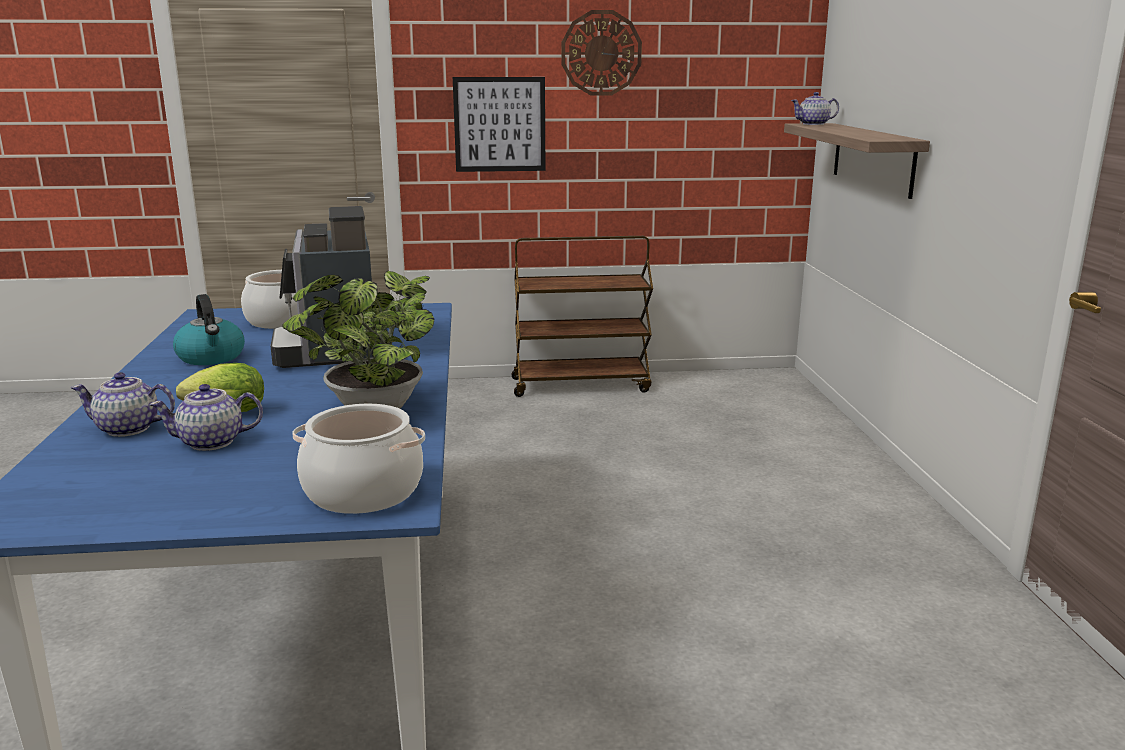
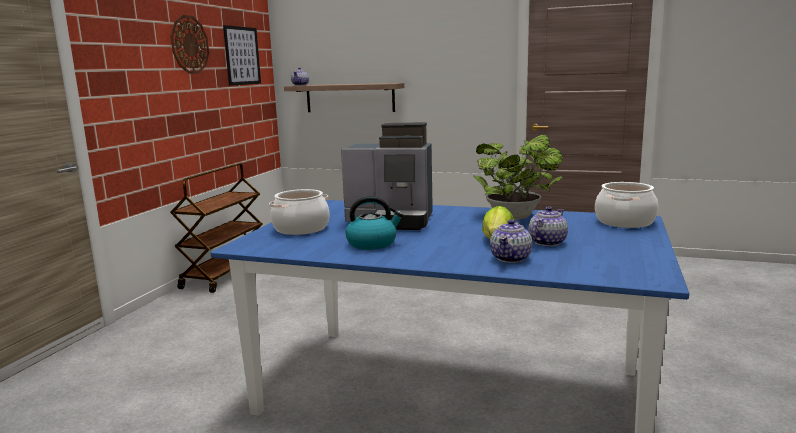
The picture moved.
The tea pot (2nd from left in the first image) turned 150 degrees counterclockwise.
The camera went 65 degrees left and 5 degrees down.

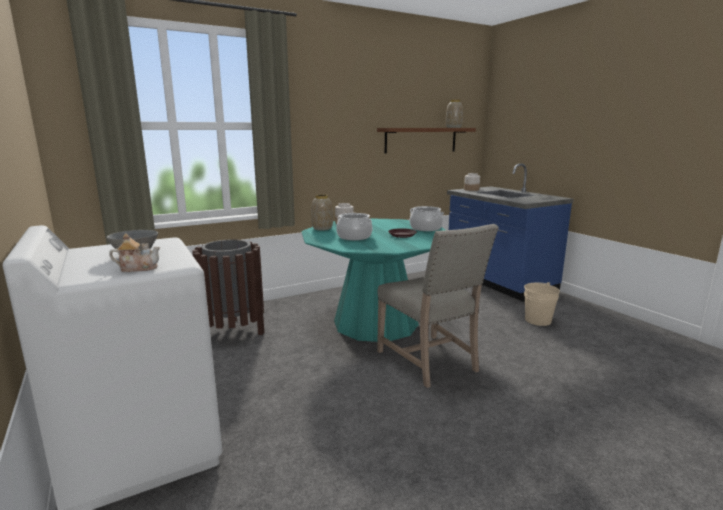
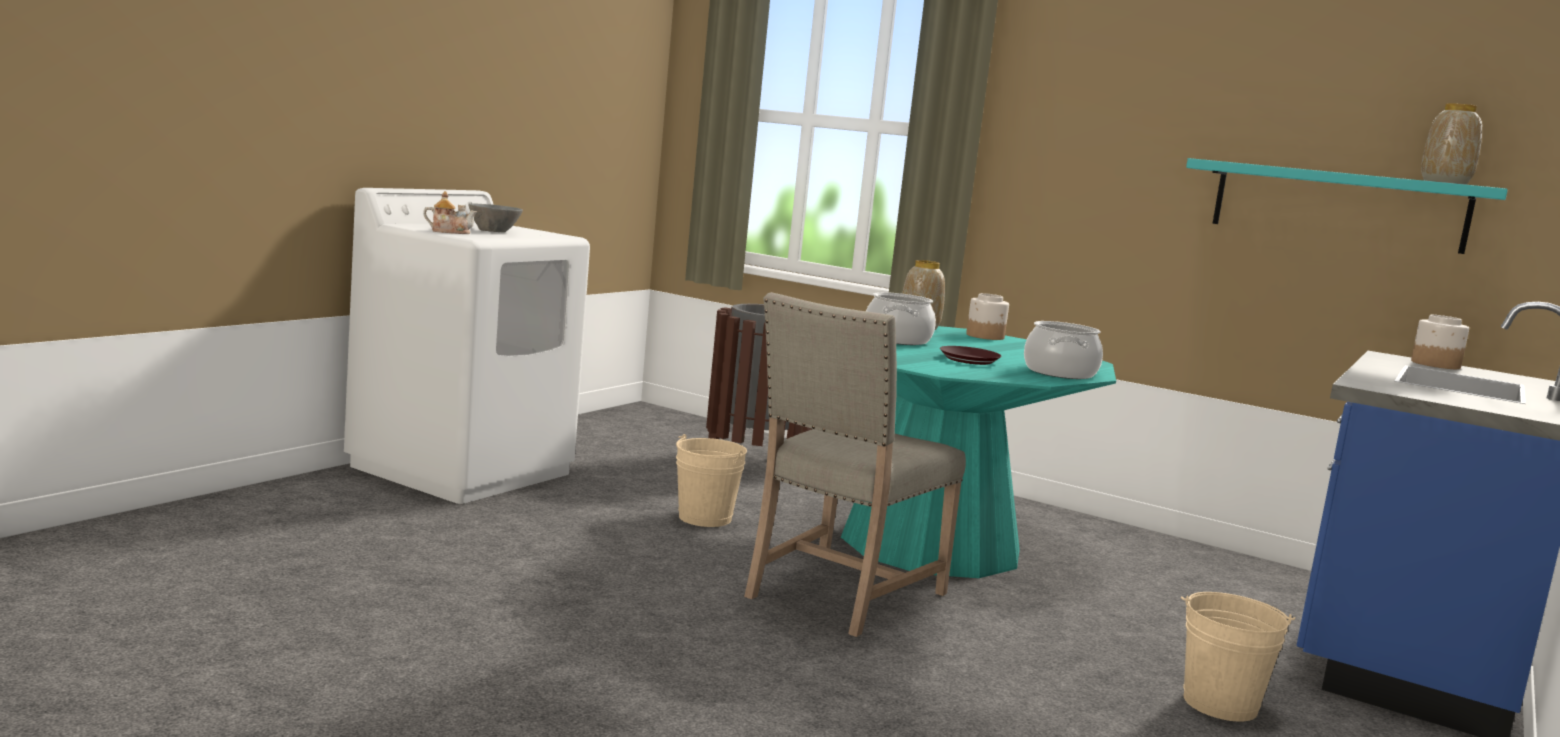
The beige pail (1st from left) appeared.
The brown-coloured bracket shelf became the turquoise bracket shelf.
The tea pot turned 60 degrees counterclockwise.
The camera went 60 degrees right and 5 degrees down.

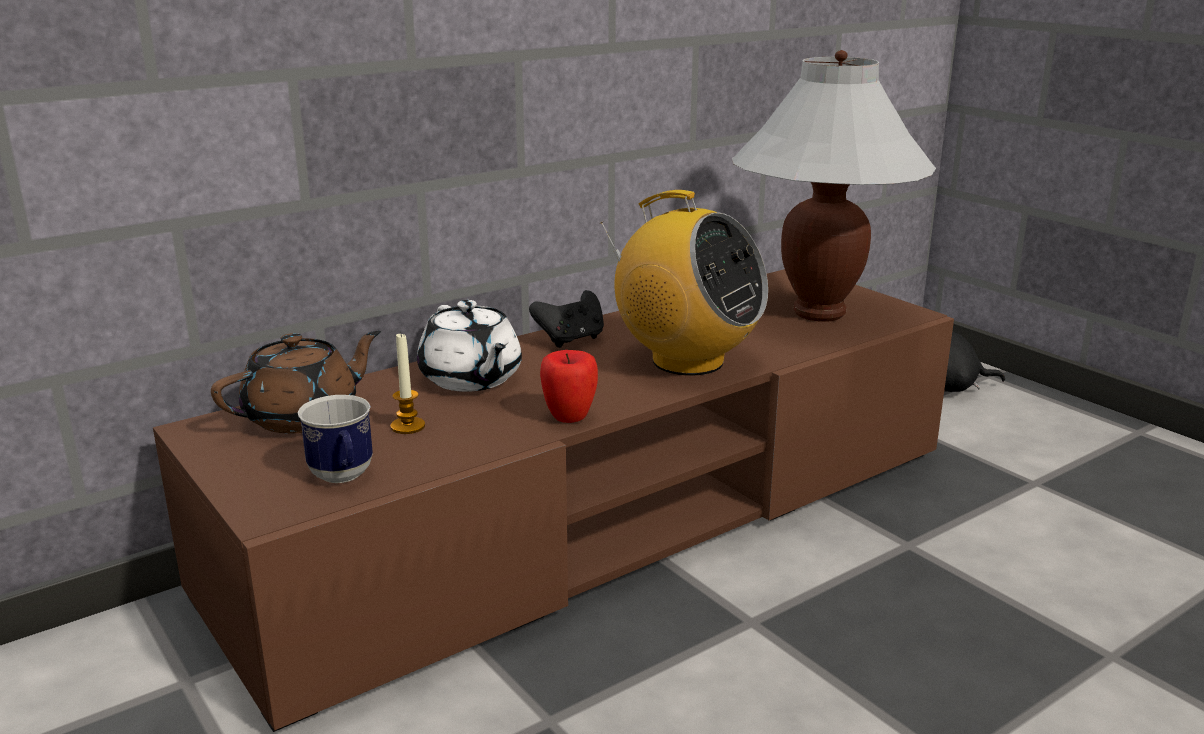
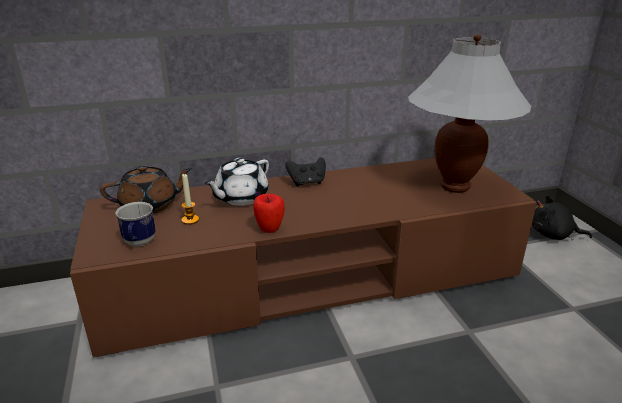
The radio receiver disappeared.
The white-coloured tea pot turned 45 degrees clockwise.
The camera went 20 degrees right and 5 degrees up.

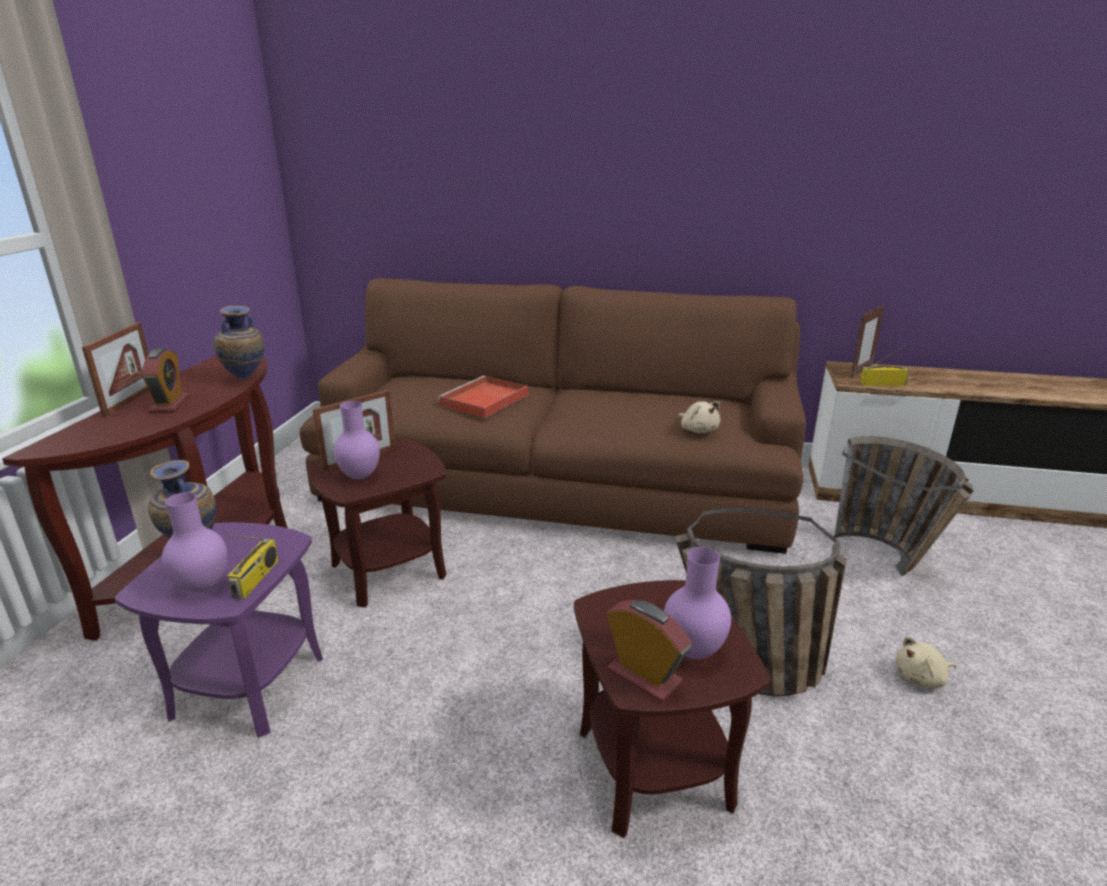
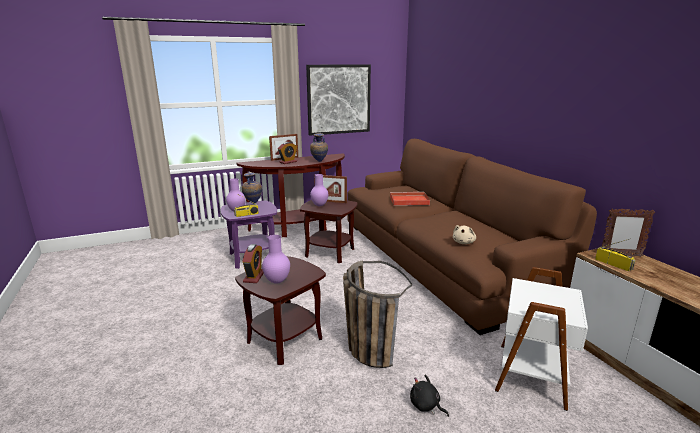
The picture appeared.
The storage basket (2nd from left) was replaced by the white-coloured accent table.
The beige plush toy (2nd from left) became the black plush toy.
The camera went 55 degrees right and 5 degrees down.

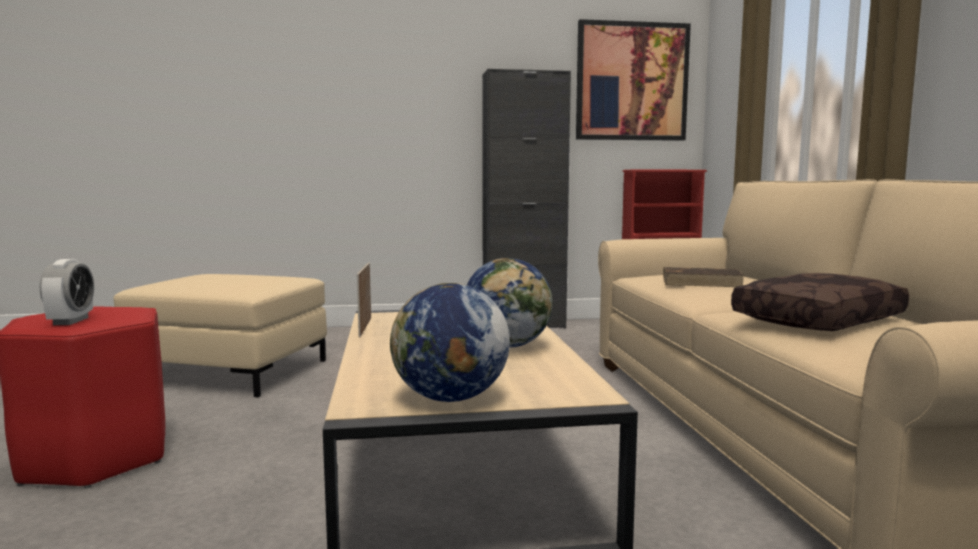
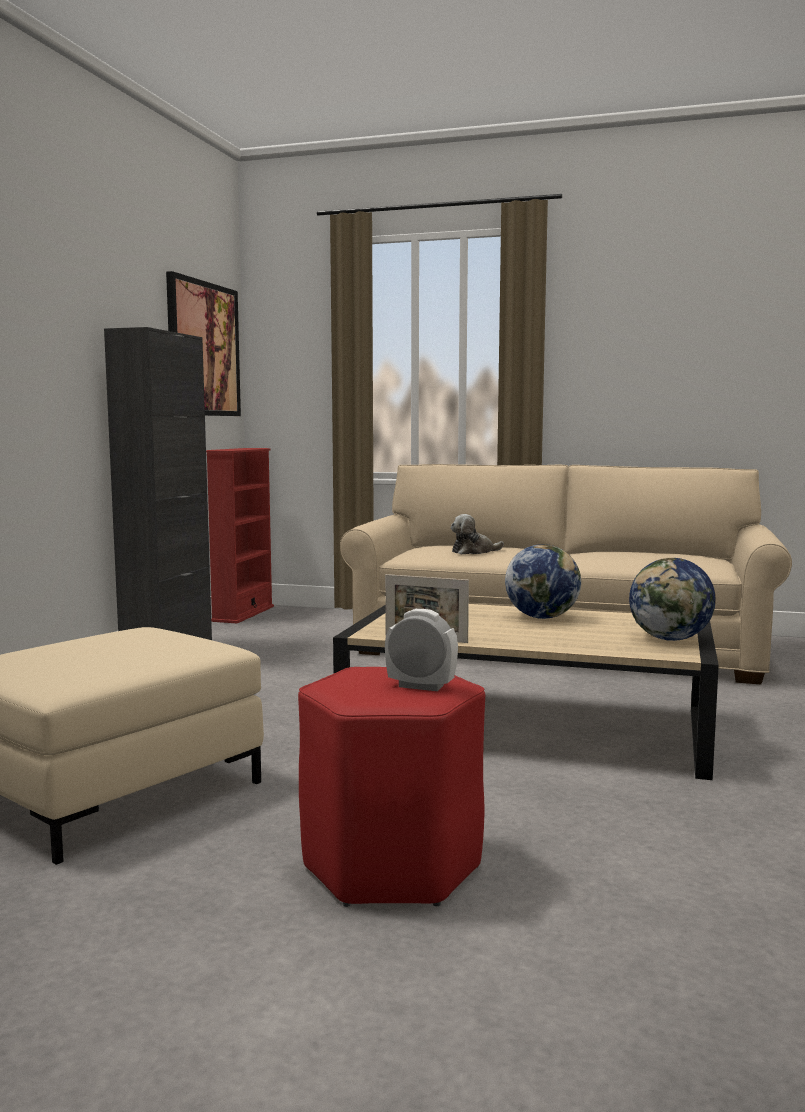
The brown-coloured throw pillow disappeared.
The brown-coloured volume was replaced by the plush toy.
The camera went 65 degrees left and 0 degrees up.

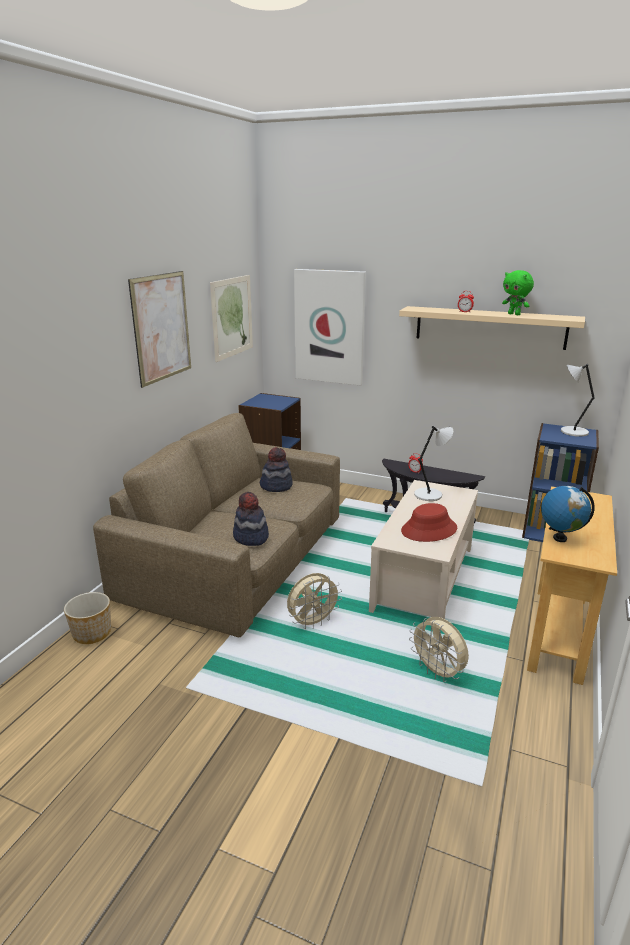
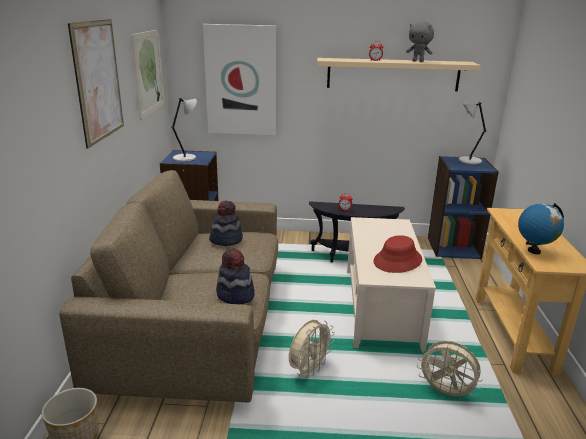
The gray lamp for a table (1st from left) moved.
The green-coloured plush toy became the gray plush toy.
The camera went 20 degrees left and 0 degrees up.

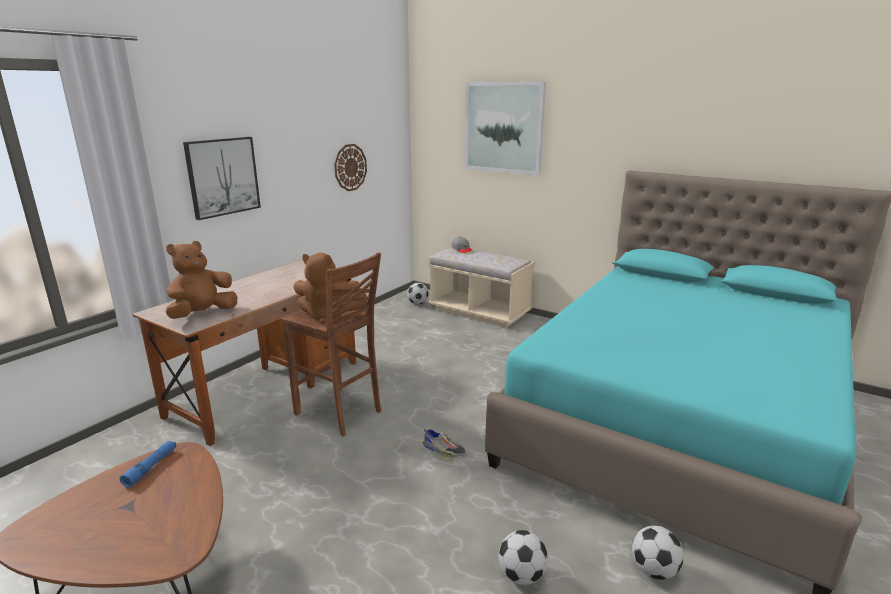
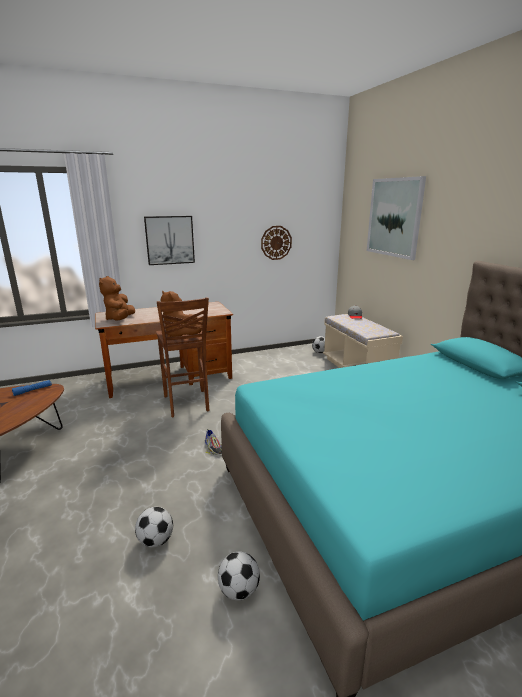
The brown-coloured plush toy (1st from left) turned 75 degrees counterclockwise.
The camera went 35 degrees right and 0 degrees up.

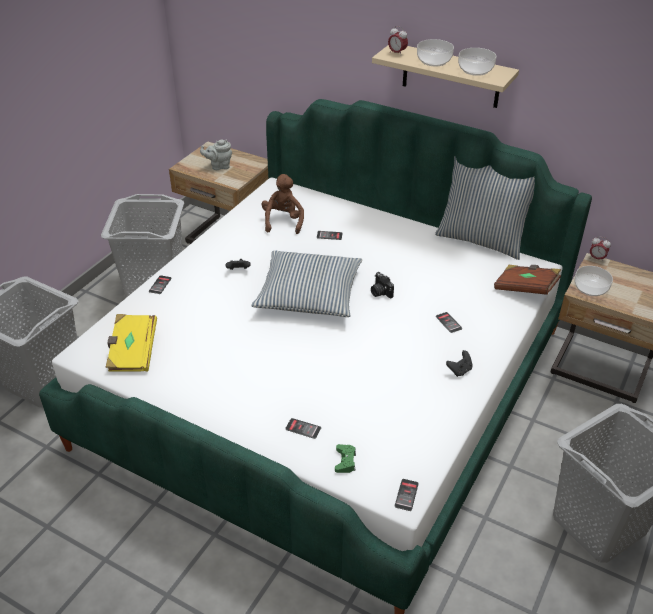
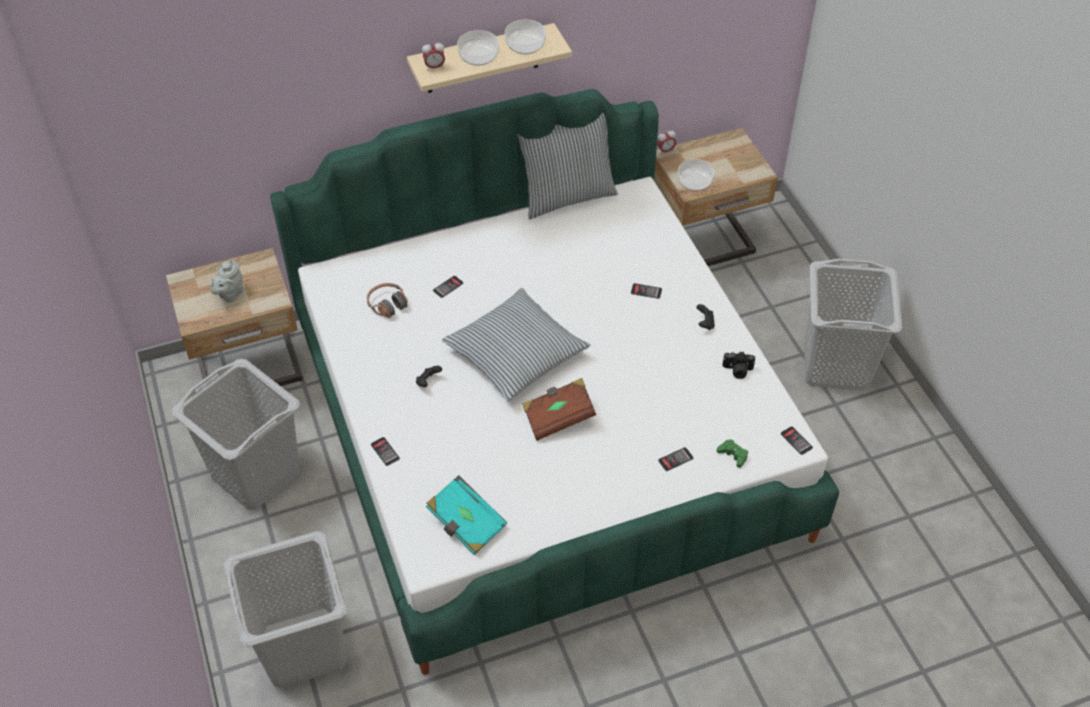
The still camera moved.
The brown-coloured volume moved.
The brown-coloured plush toy was replaced by the pair of headphones.
The yellow volume became the turquoise volume.
The camera went 50 degrees left and 10 degrees up.

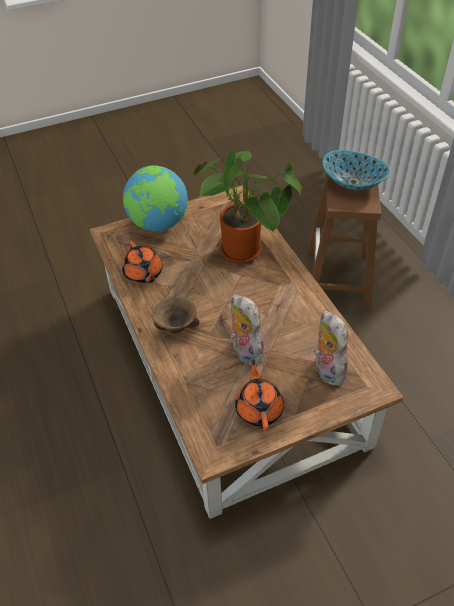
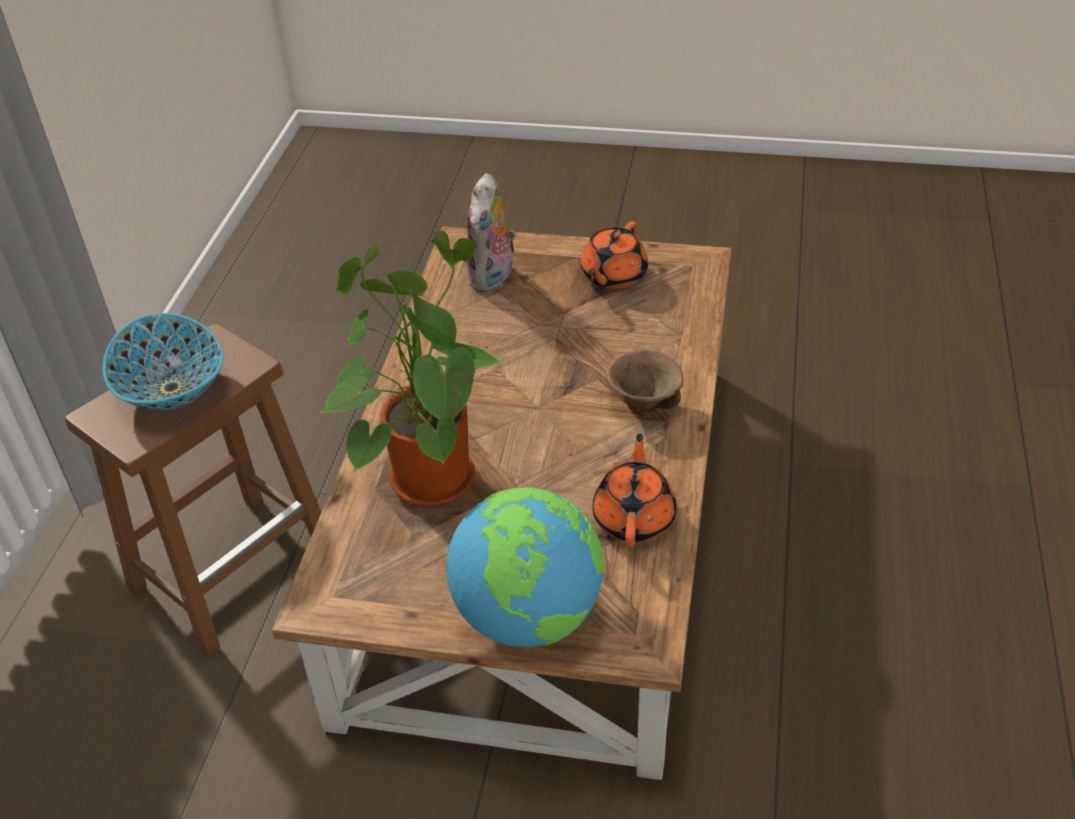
The plush toy (1st from left) disappeared.
The camera went 145 degrees left and 5 degrees down.

